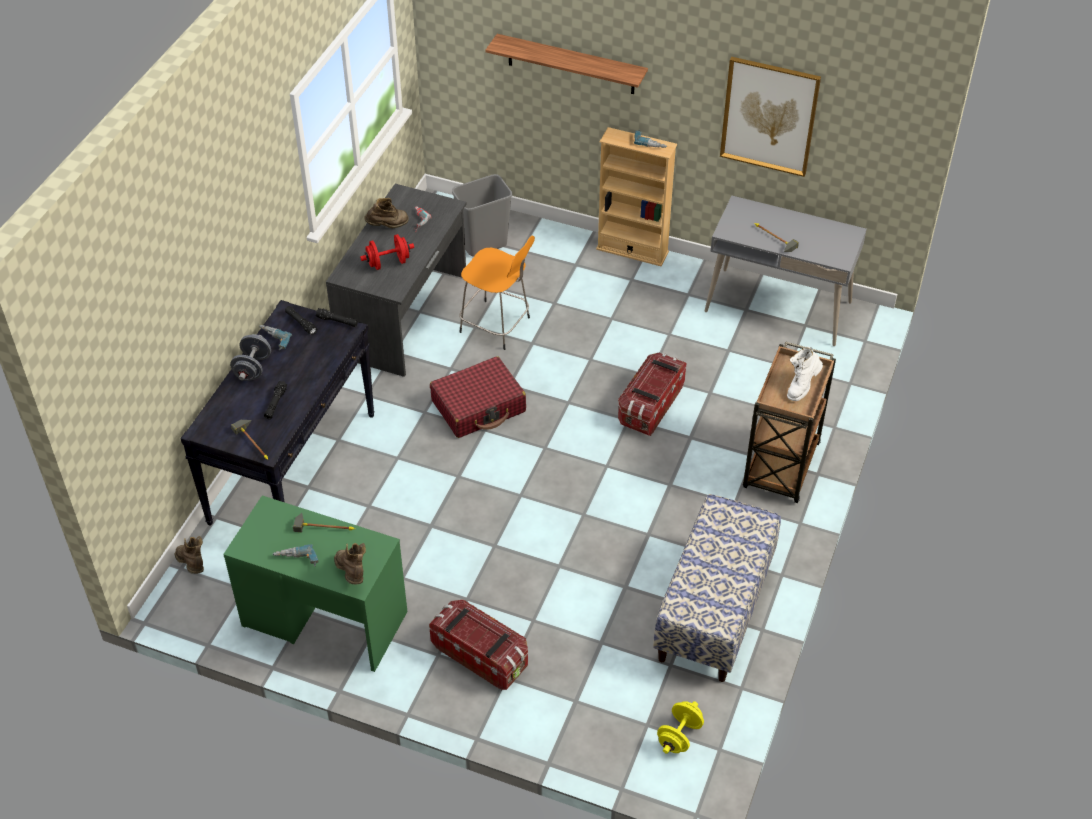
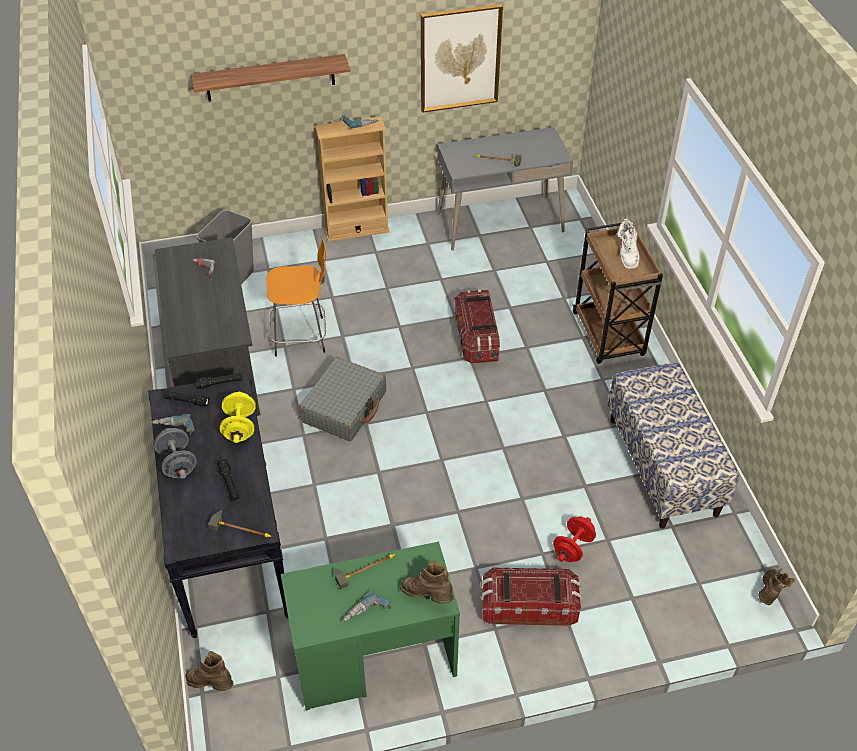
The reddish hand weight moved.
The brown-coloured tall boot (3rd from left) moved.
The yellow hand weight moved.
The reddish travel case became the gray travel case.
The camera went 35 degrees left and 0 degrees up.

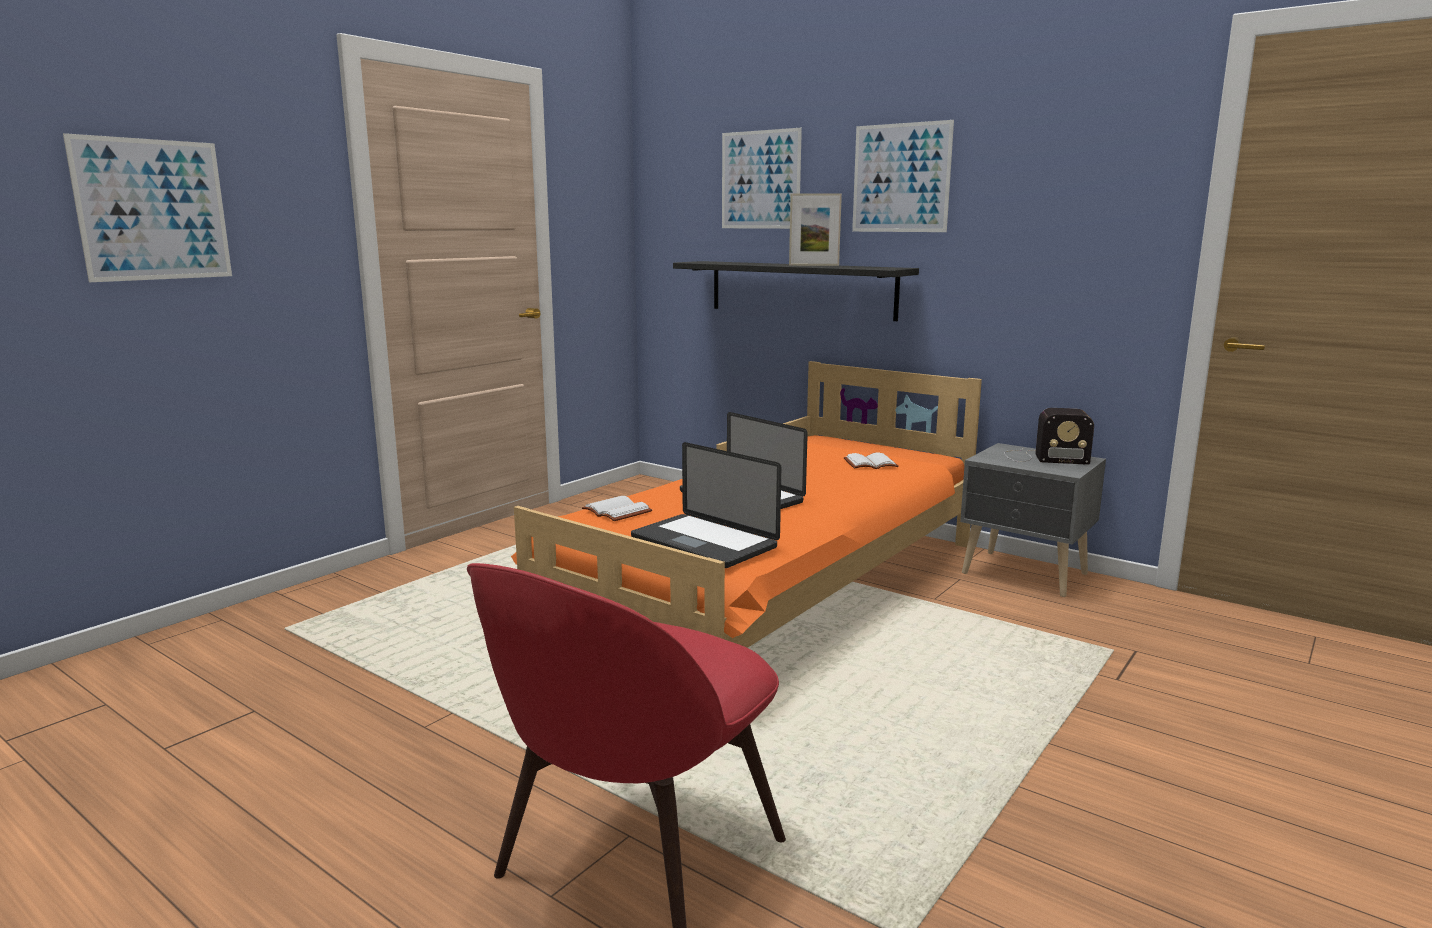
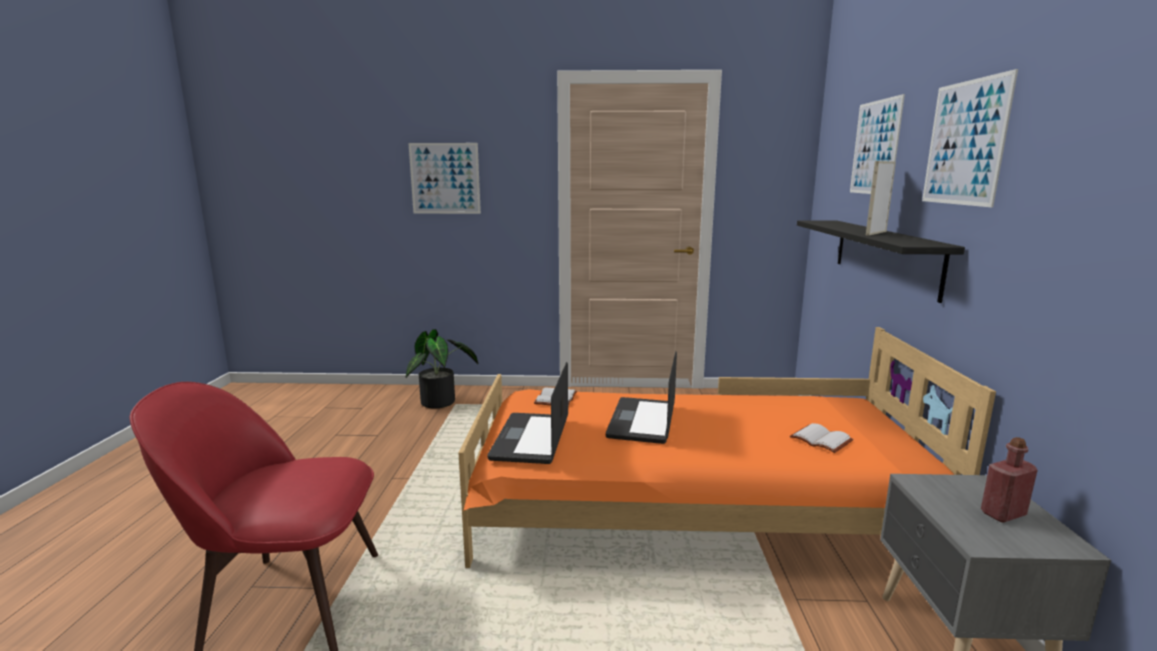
The plant in a pot appeared.
The radio receiver was replaced by the reddish beverage bottle.
The picture frame turned 75 degrees clockwise.
The camera went 55 degrees right and 0 degrees up.

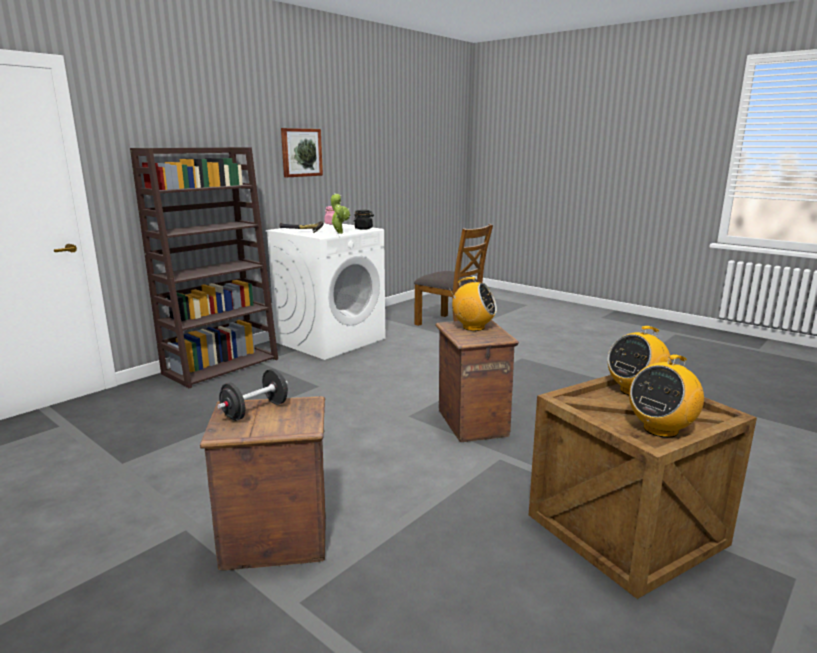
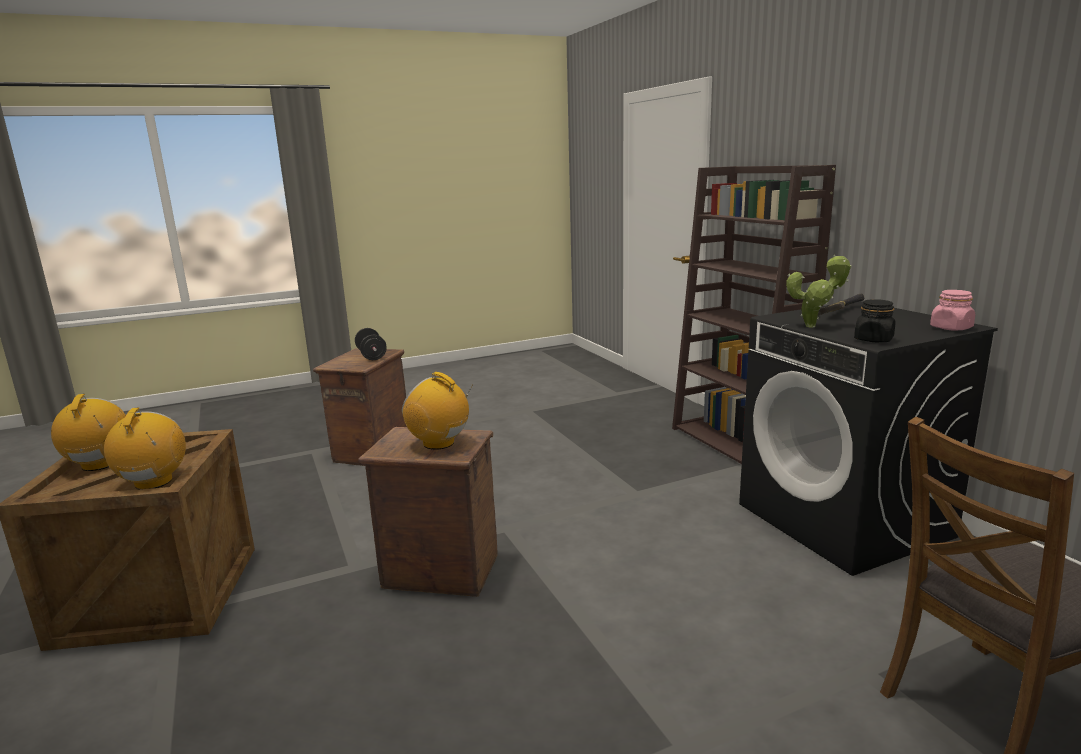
The picture disappeared.
The white-coloured washing machine became the black washing machine.
The radio receiver (1st from left in the first image) turned 75 degrees clockwise.
The camera went 115 degrees right and 0 degrees up.

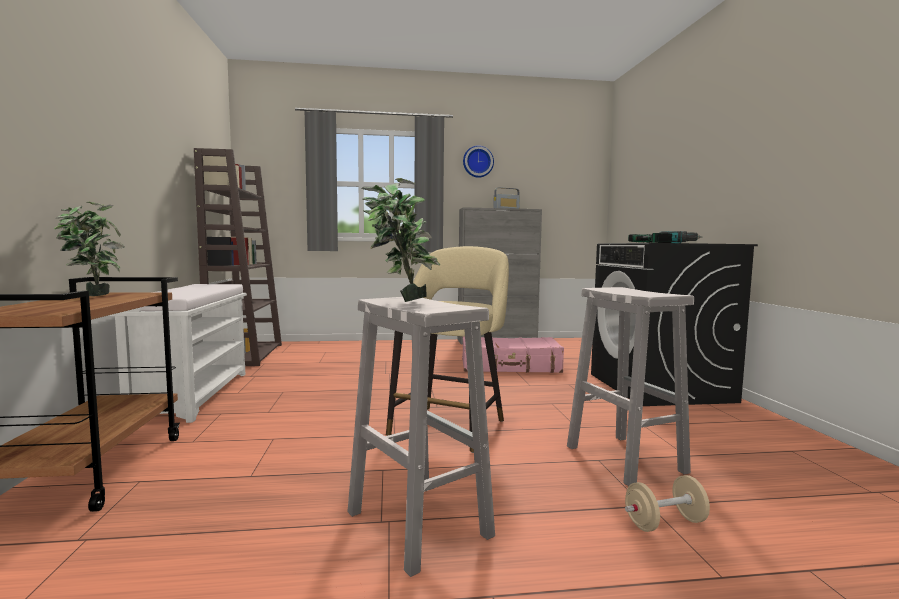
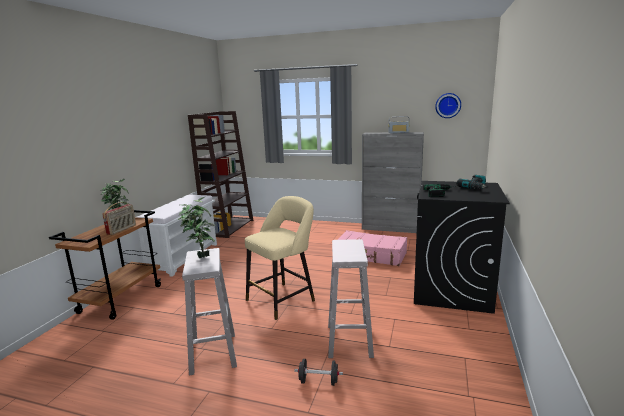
The radio receiver (1st from left) appeared.
The wall clock moved.
The beige hand weight became the black hand weight.
The camera went 25 degrees right and 10 degrees up.

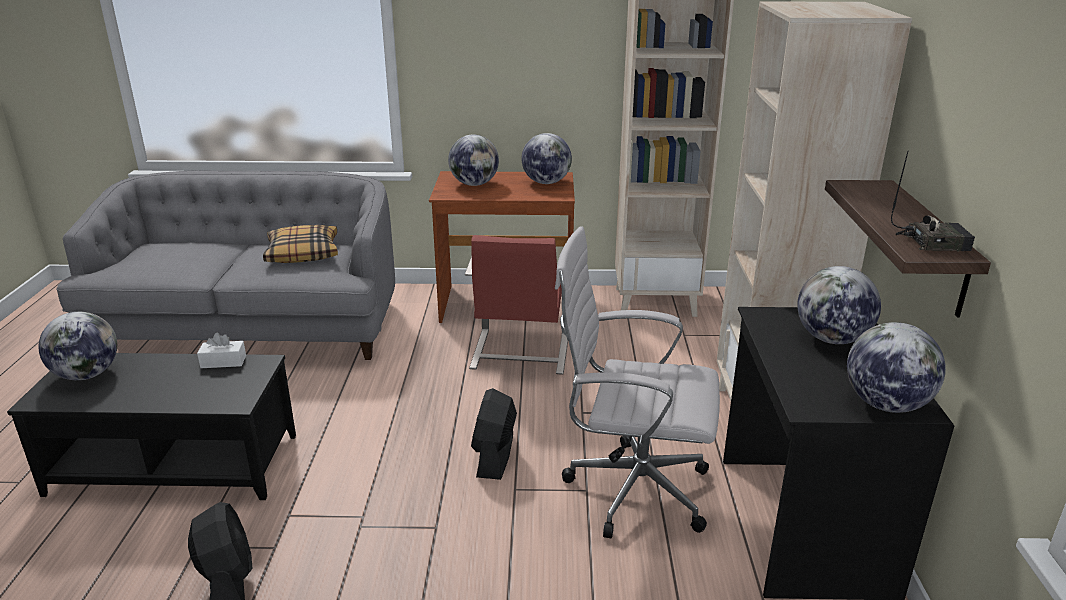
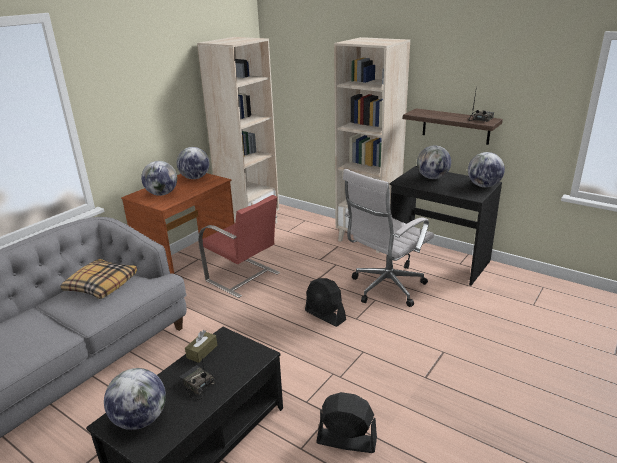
The radio receiver (1st from left) appeared.
The white-coloured tissue box became the brown-coloured tissue box.
The camera went 55 degrees left and 0 degrees up.

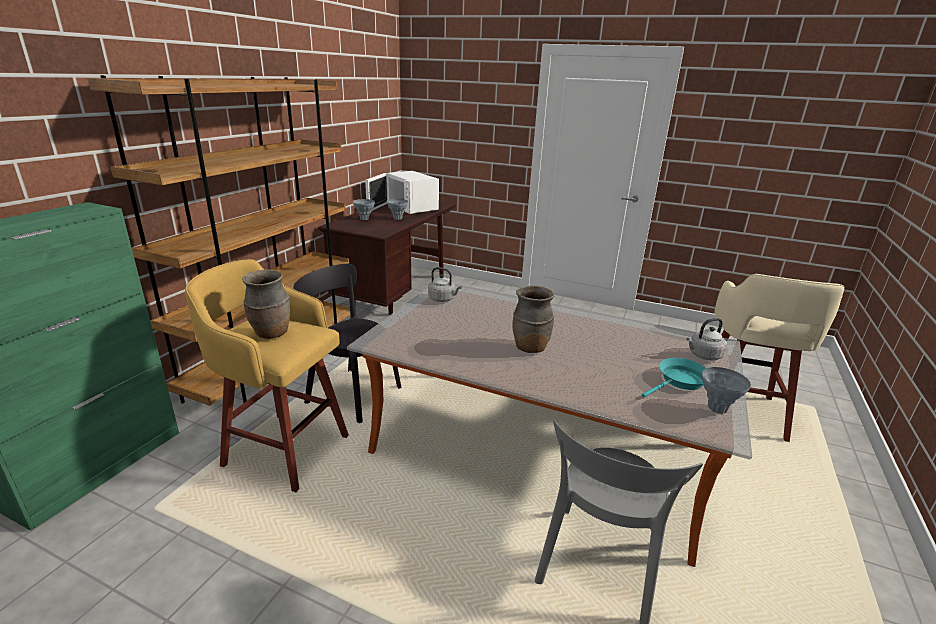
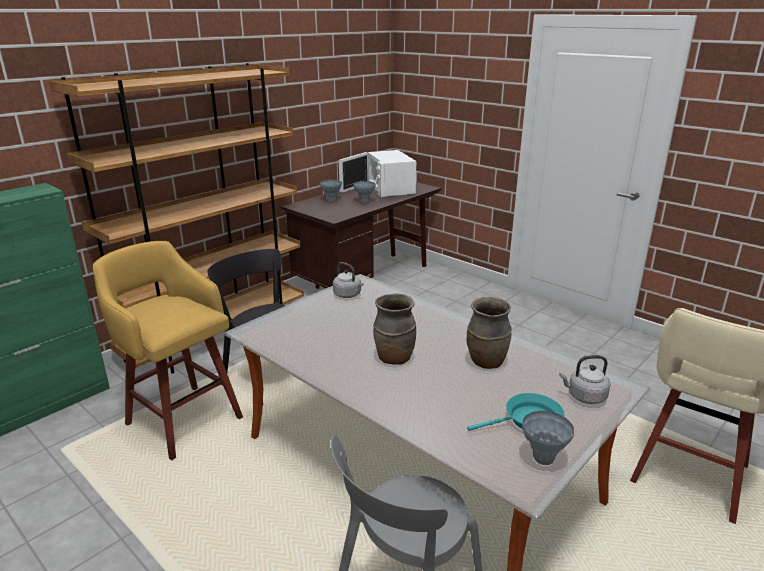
The brown-coloured flower vase (1st from left in the first image) moved.
The camera went 20 degrees right and 0 degrees up.

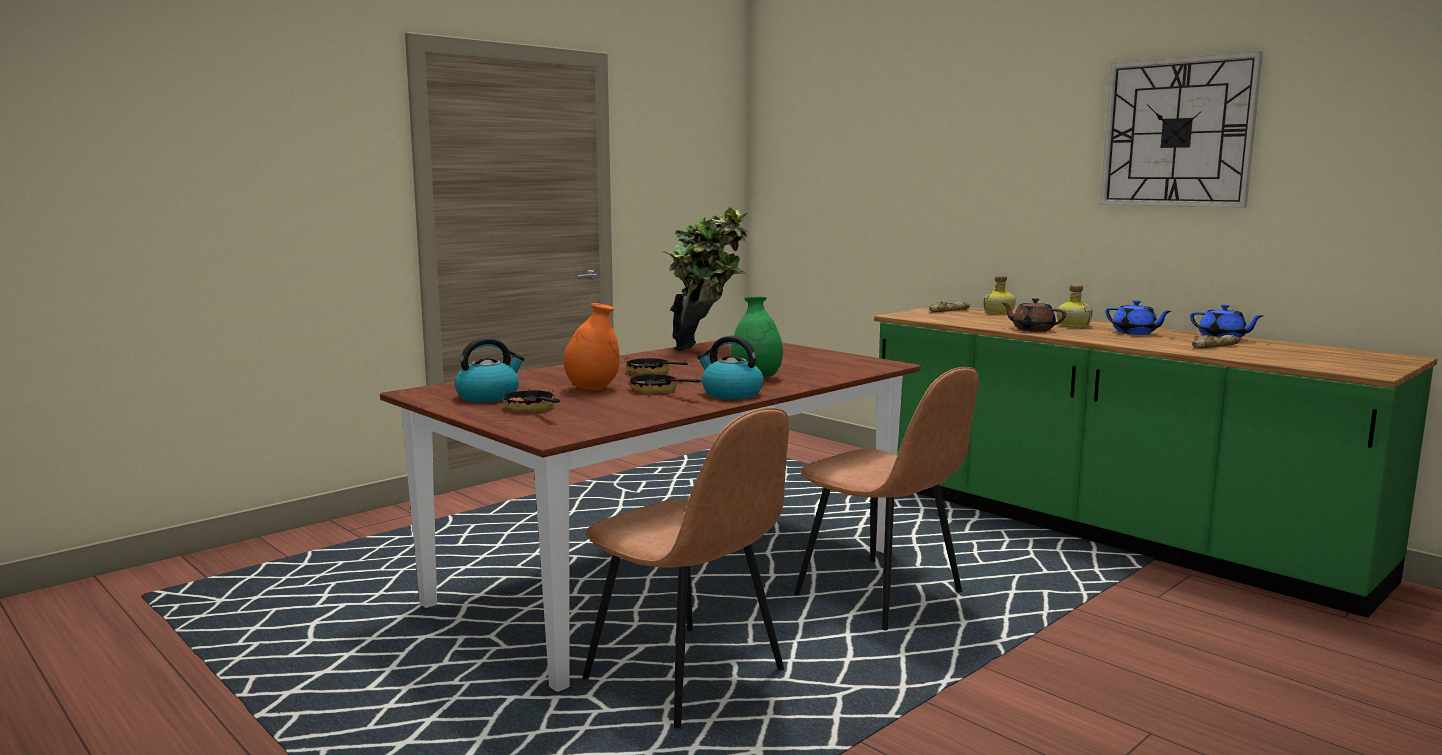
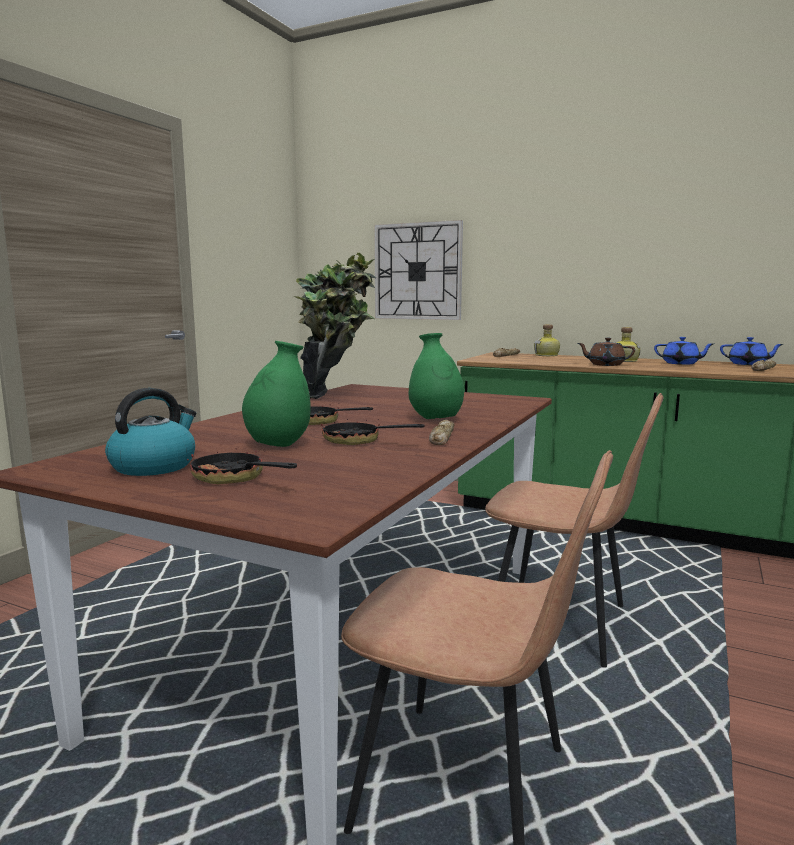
The wall clock moved.
The water kettle (2nd from left) was replaced by the bread (1st from left).
The orangey flower vase became the green-coloured flower vase (1st from left).
The camera went 20 degrees left and 0 degrees up.

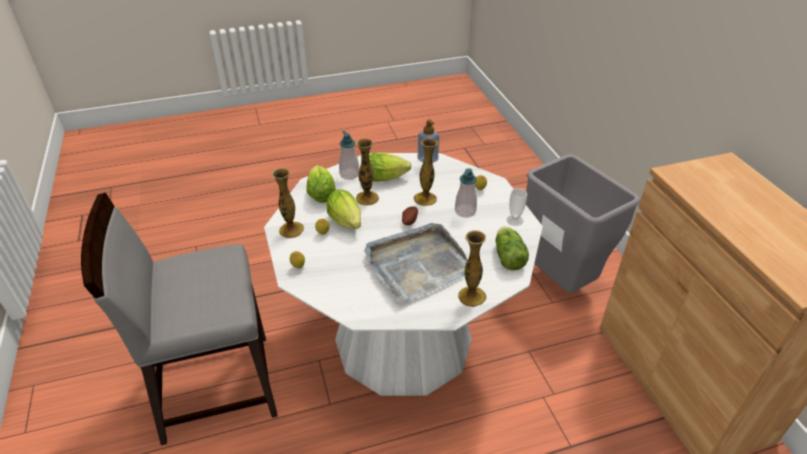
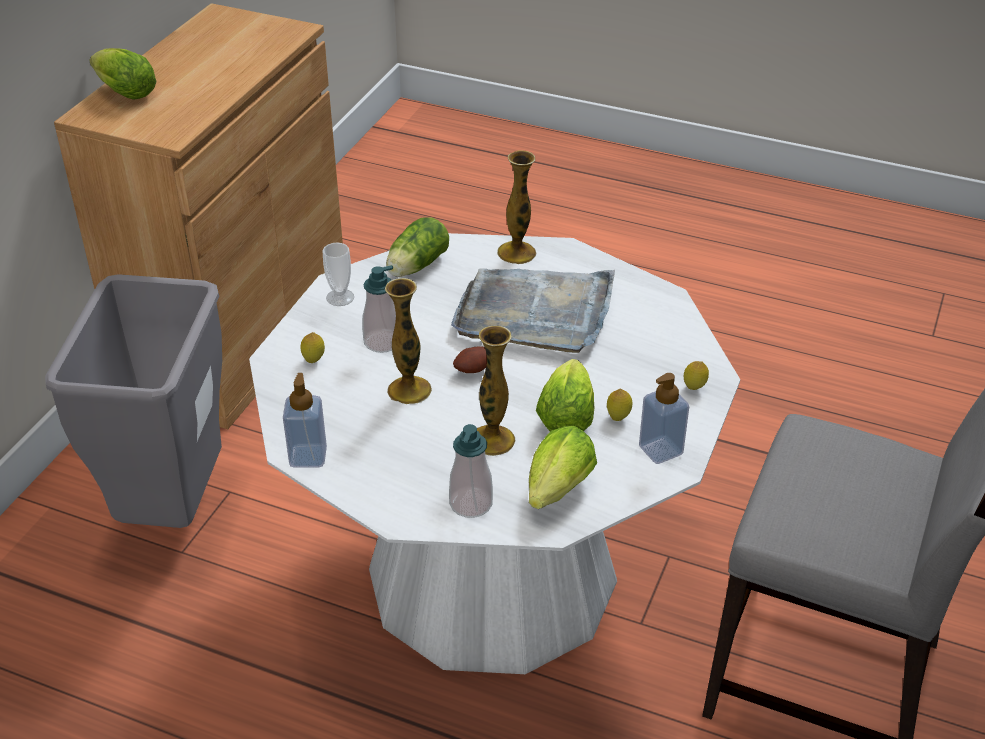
The lettuce head (3rd from left in the first image) moved.
The flower vase (1st from left) was replaced by the soap bottle (4th from left).
The camera went 140 degrees left and 0 degrees up.

